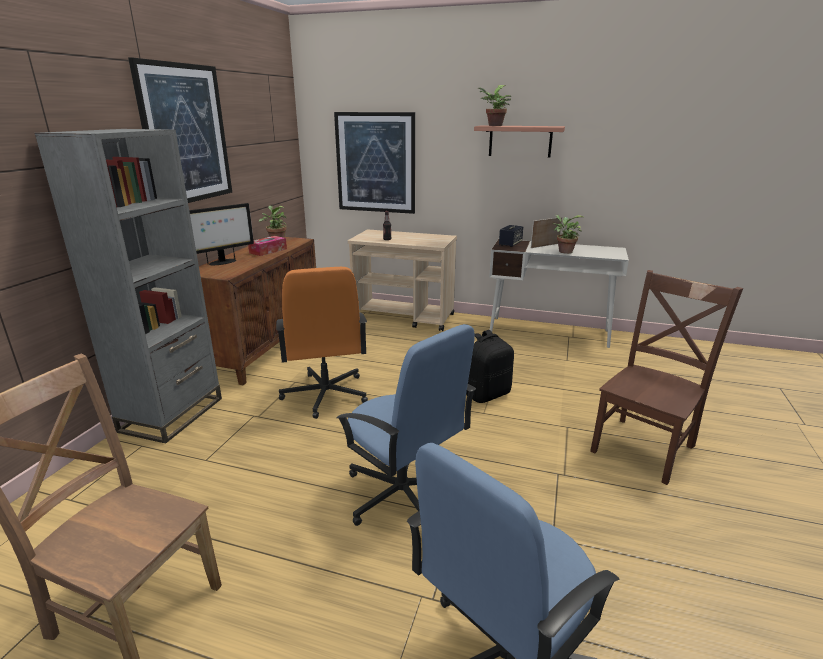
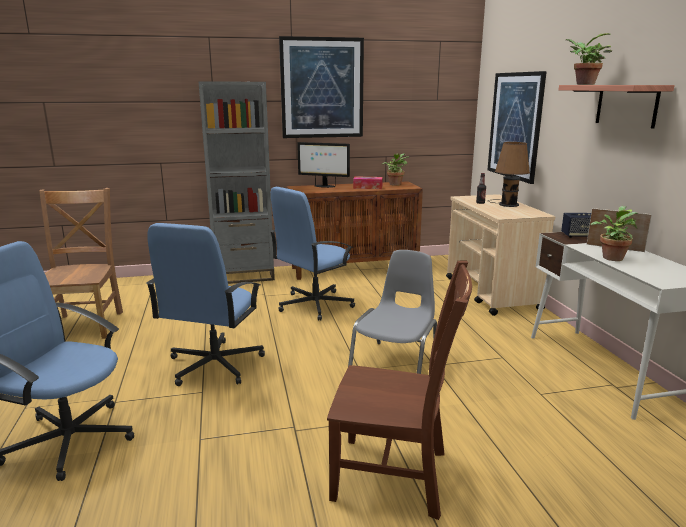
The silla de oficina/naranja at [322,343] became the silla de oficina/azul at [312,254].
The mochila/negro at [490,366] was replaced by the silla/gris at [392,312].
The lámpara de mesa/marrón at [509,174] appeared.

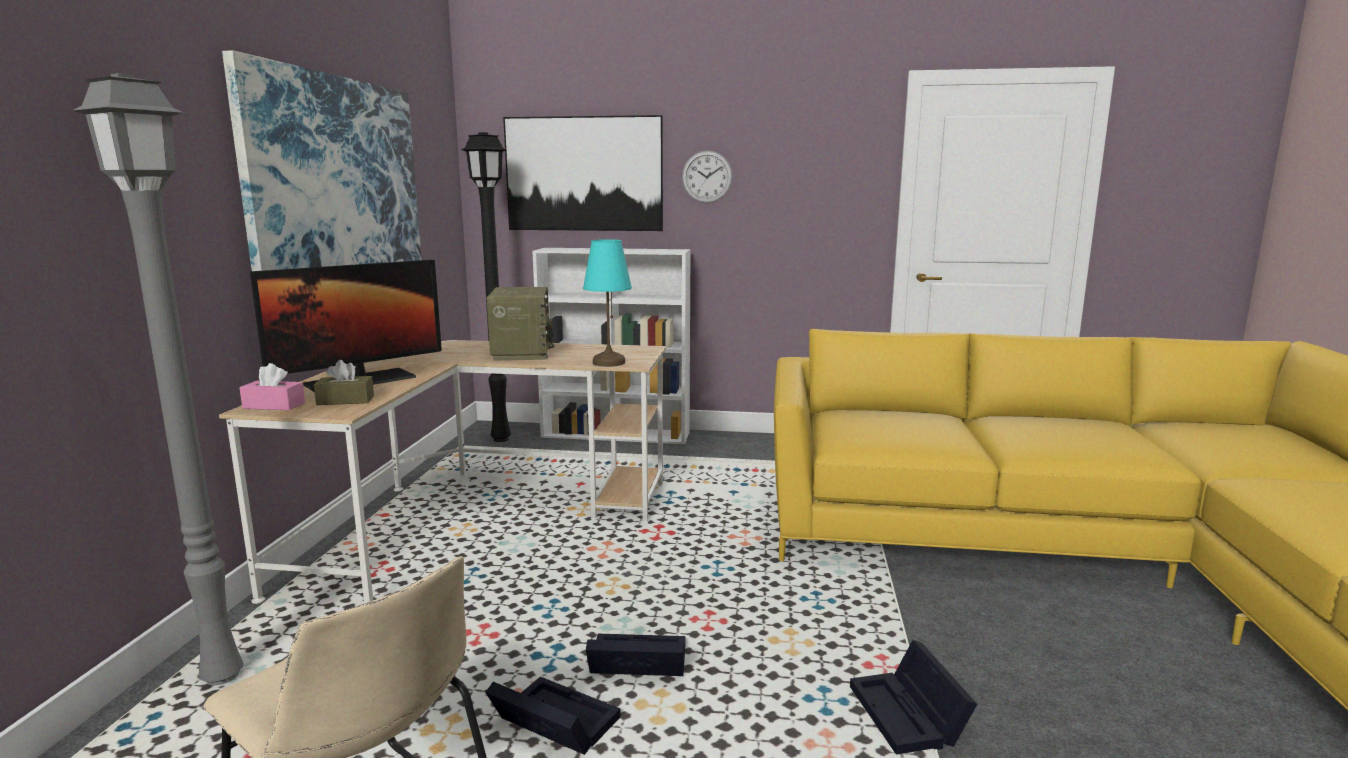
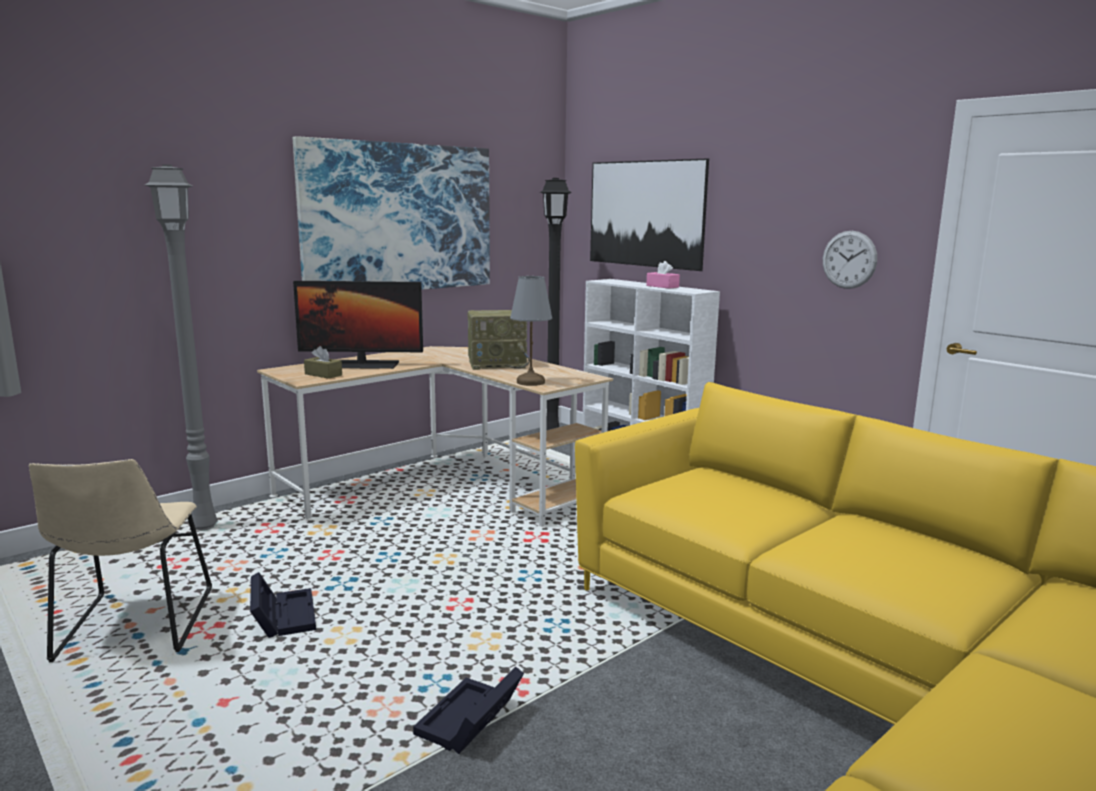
The reloj de pared moved from [707,177] to [850,260].
The lámpara de mesa/turquesa at [607,303] became the lámpara de mesa/gris at [531,331].
The radio at [520,324] turned 45 degrees clockwise.
The caja de pañuelos/rosa moved from [272,386] to [663,275].
The caja de almacenaje/negro at [636,655] disappeared.

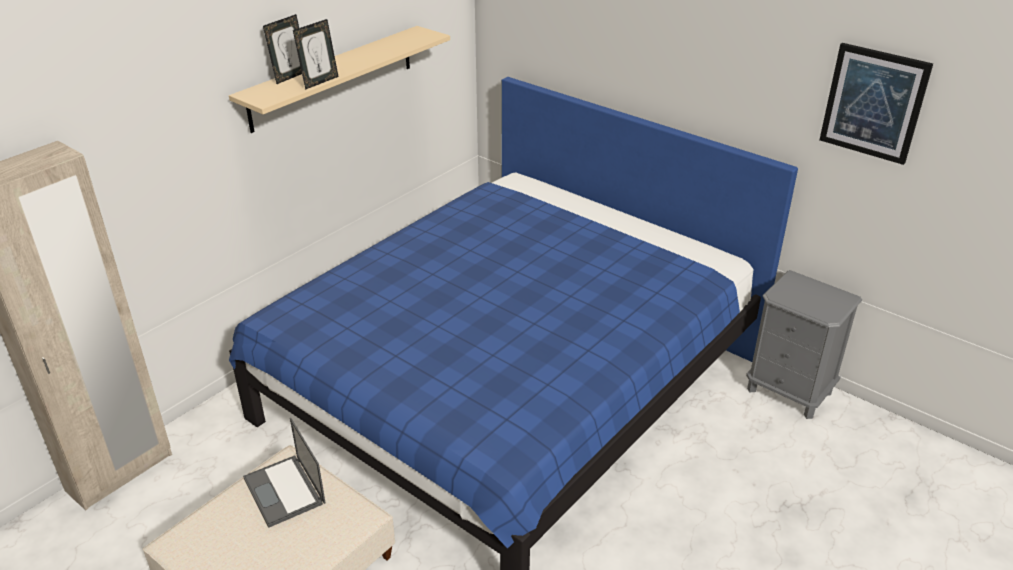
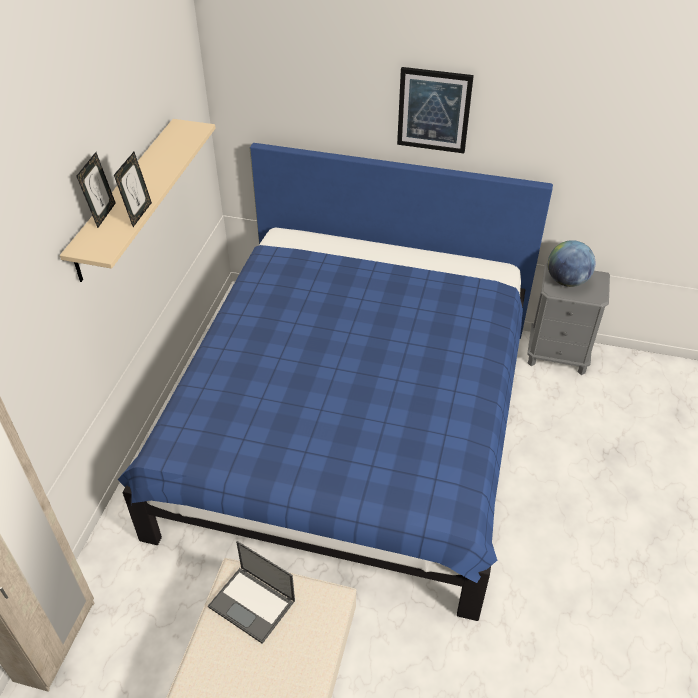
The cuadro moved from [876,104] to [435,110].
The globo terráqueo at [571,263] appeared.

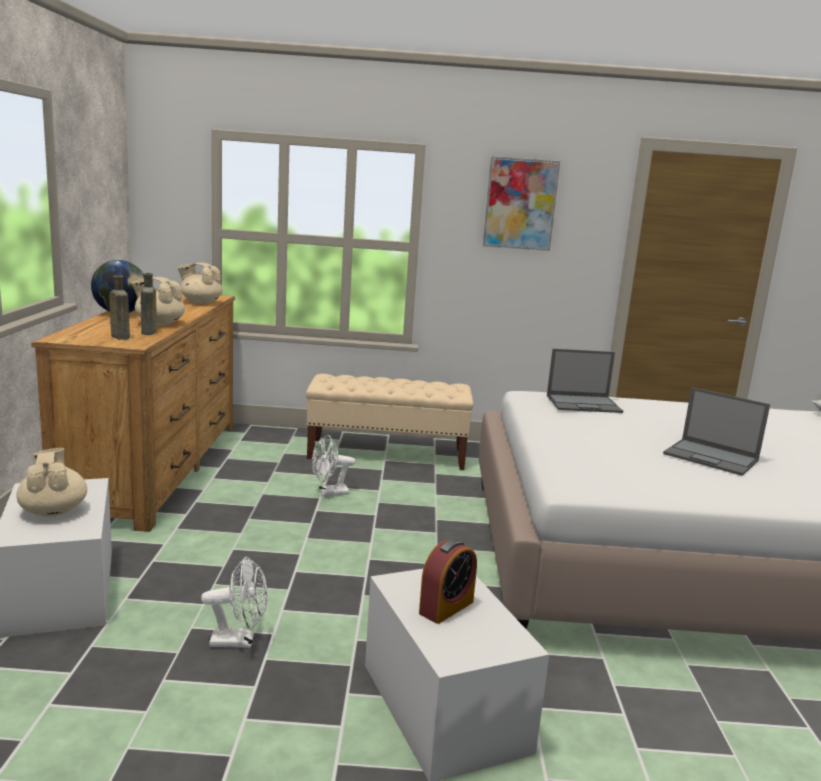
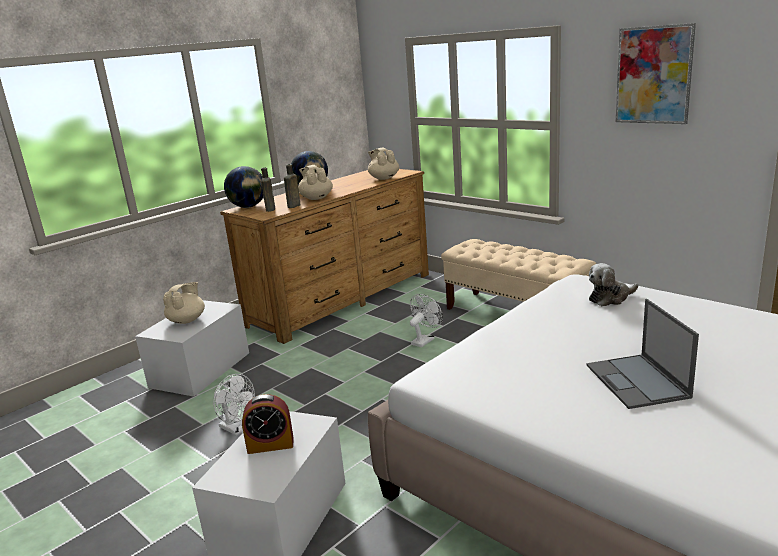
The portátil at [585,381] was replaced by the peluche at [613,284].
The ventilador/blanco at [333,465] turned 105 degrees clockwise.
The globo terráqueo at [244,187] appeared.

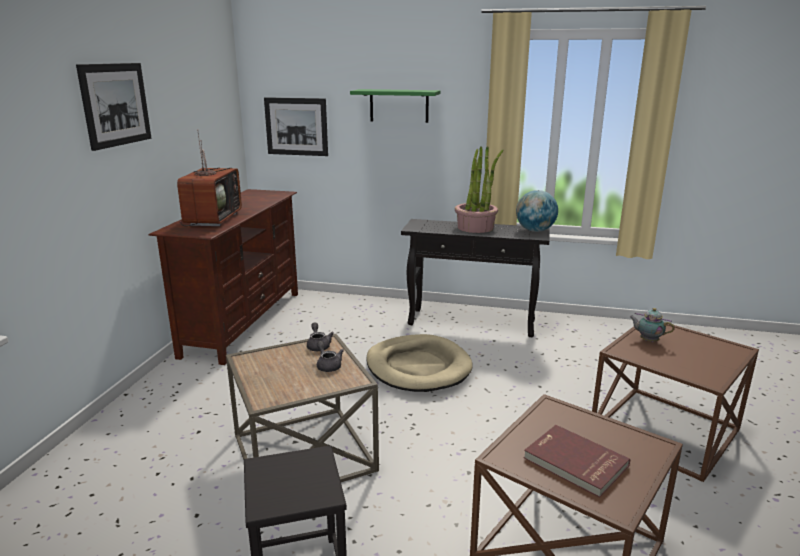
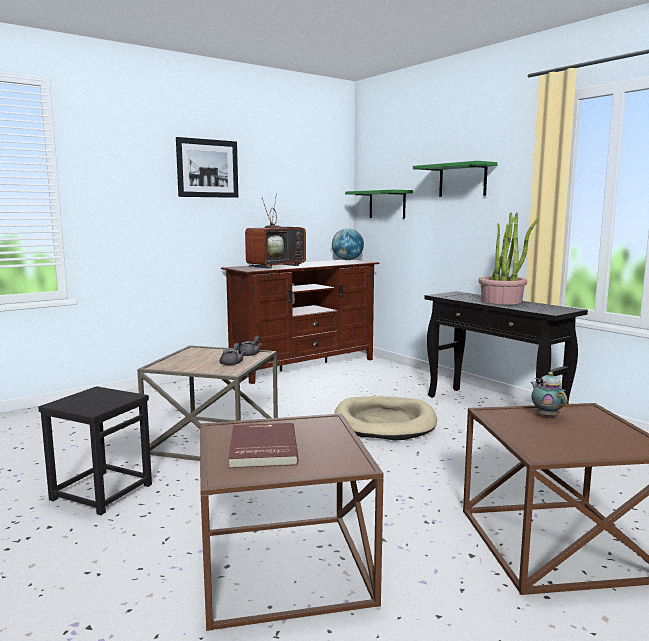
The cuadro at [296,126] was replaced by the estante/verde at [379,204].
The globo terráqueo moved from [537,211] to [348,244].

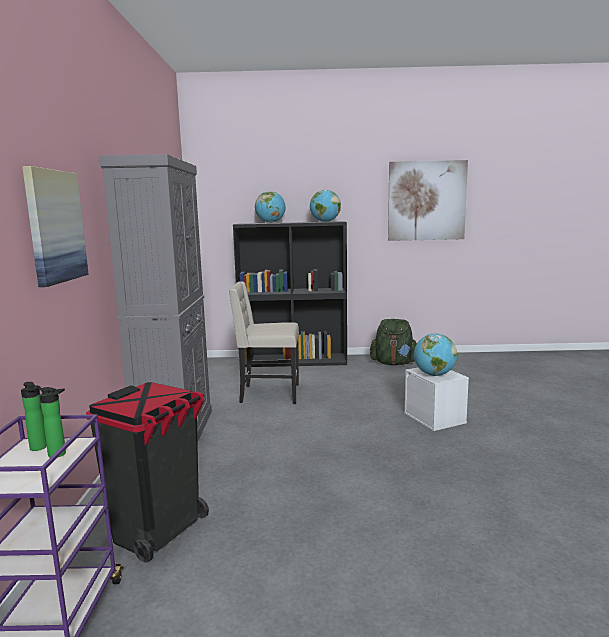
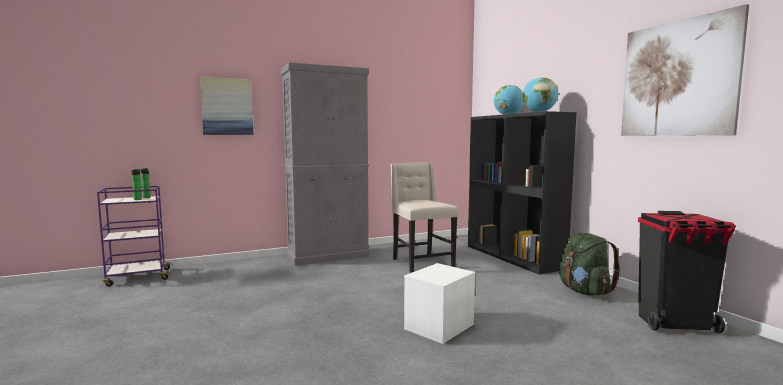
The globo terráqueo at [435,355] disappeared.
The papelera/negro moved from [147,472] to [687,272].

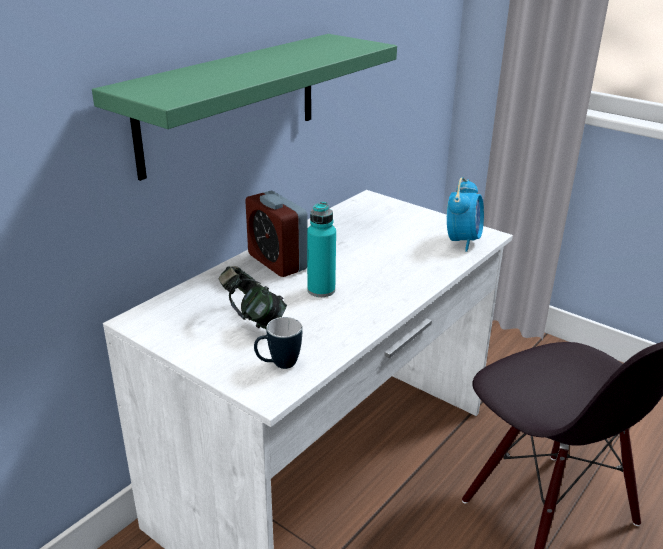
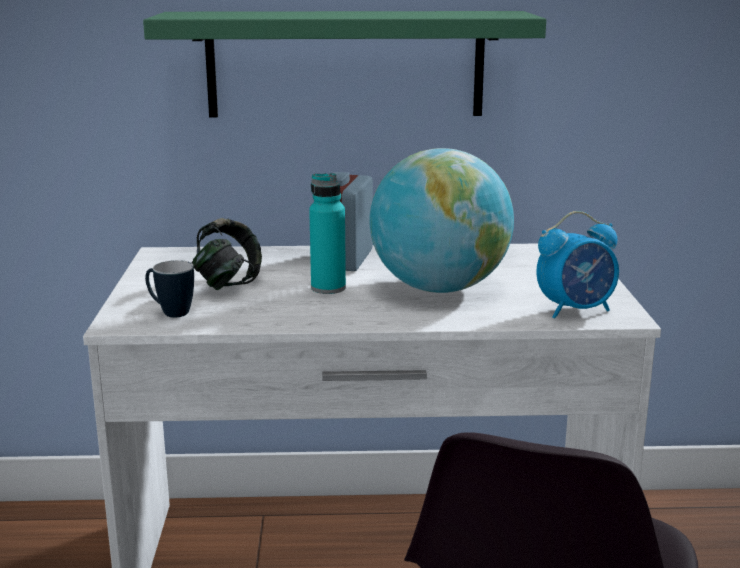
The globo terráqueo at [441,220] appeared.

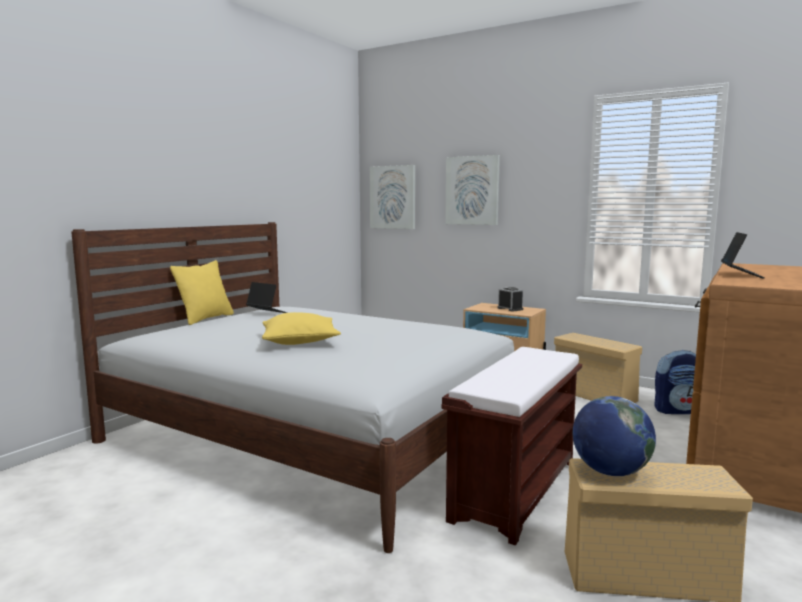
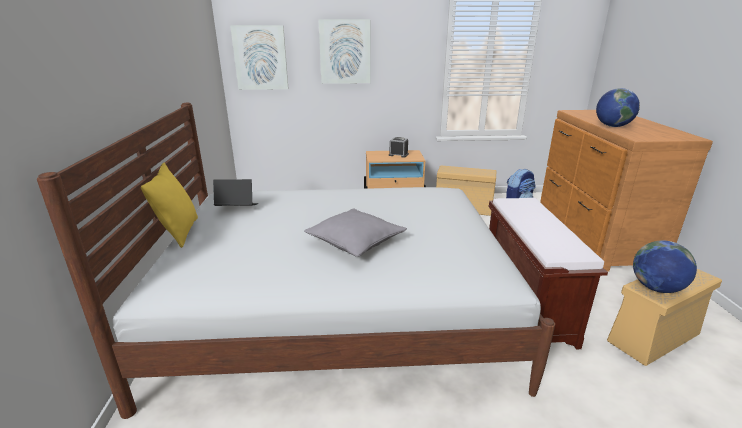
The portátil at [743,255] was replaced by the globo terráqueo at [618,107].
The cojín/amarillo at [301,328] became the cojín/gris at [355,232].

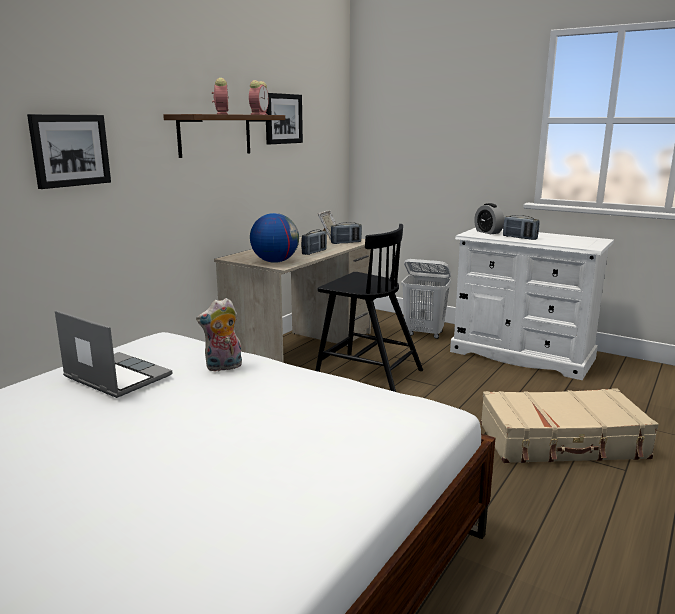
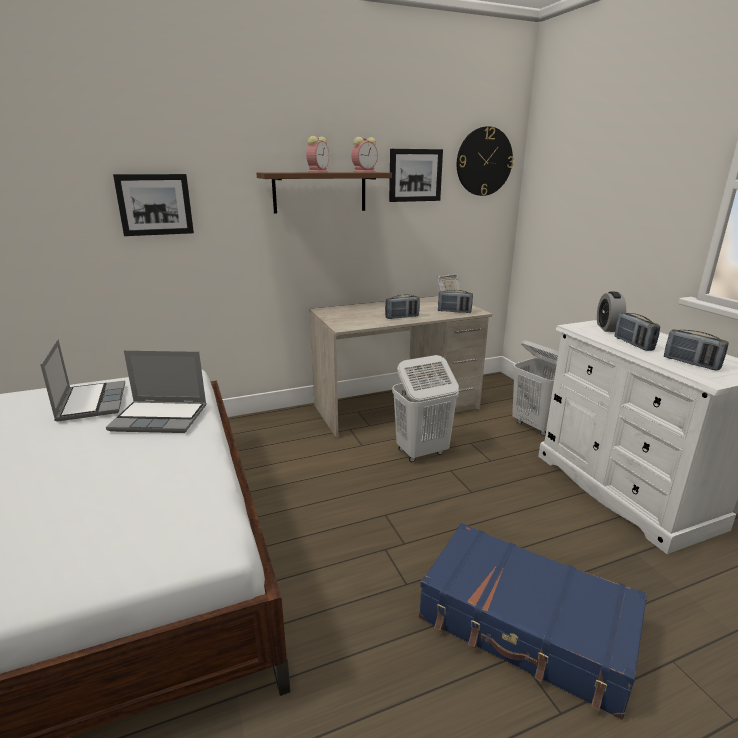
The globo terráqueo at [274,238] disappeared.
The silla/negro at [369,308] was replaced by the cesto de la ropa/blanco at [425,408].
The peluche at [219,334] was replaced by the portátil at [156,391].
The maleta/beis at [570,425] became the maleta/azul at [533,621].
The reloj de pared at [485,161] appeared.
The radio at [696,350] appeared.

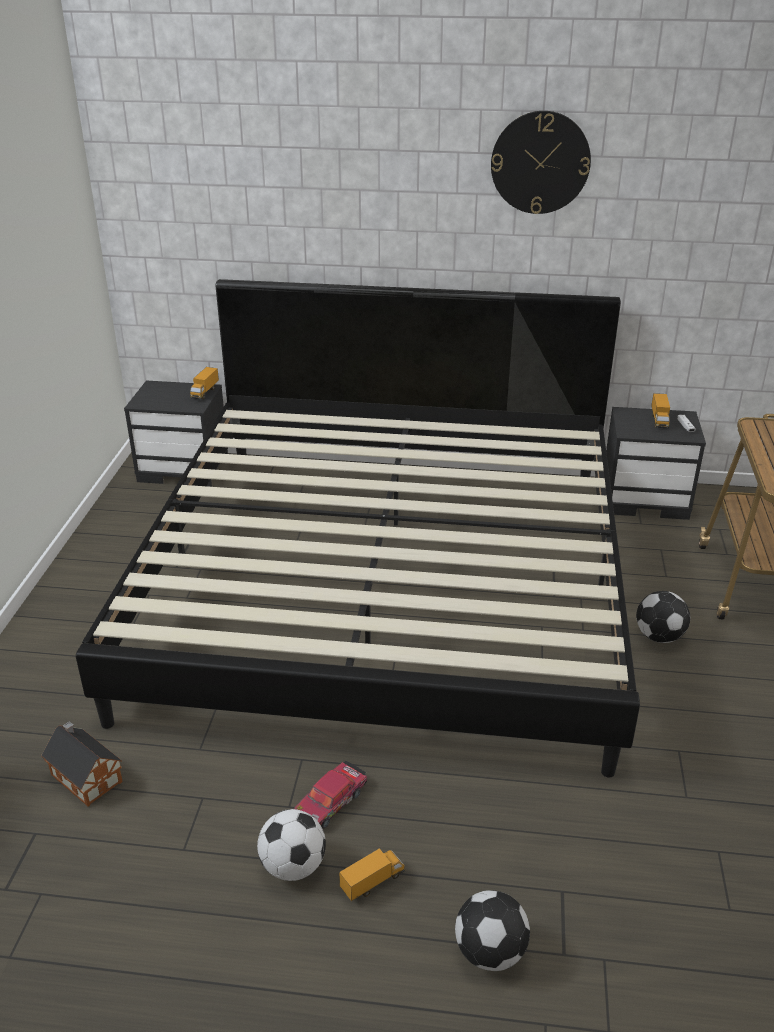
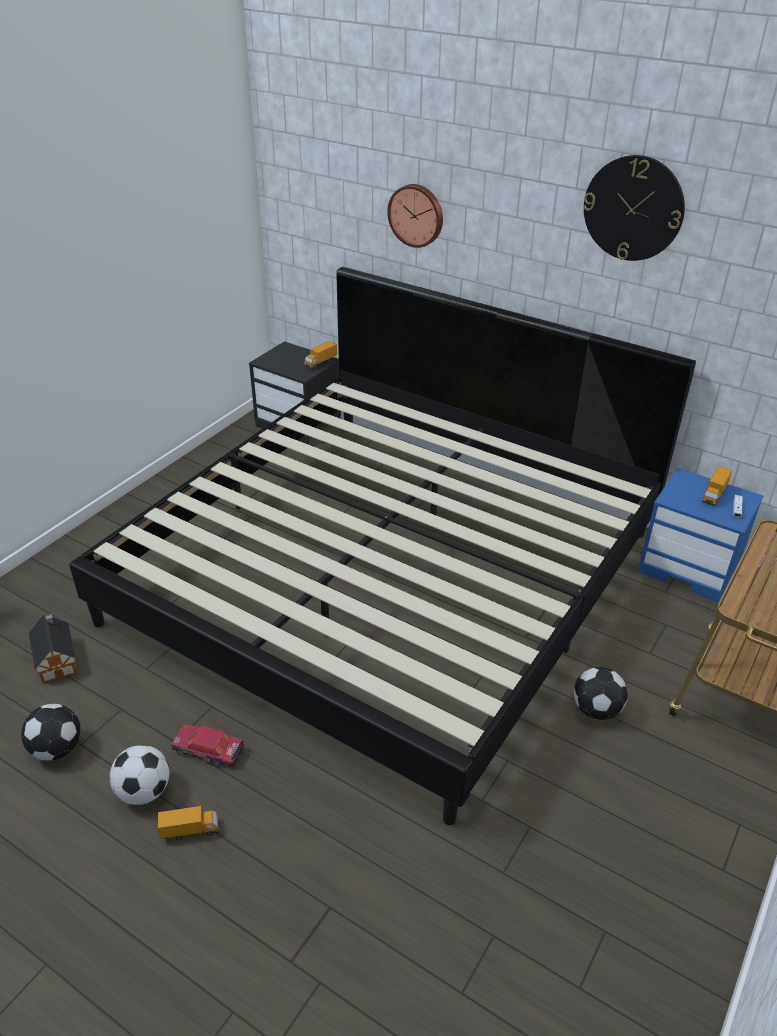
The mesita de noche/negro at [656,463] became the mesita de noche/azul at [700,535].
The coche de juguete at [330,794] turned 45 degrees clockwise.
The balón de fútbol moved from [492,930] to [51,732].
The reloj de pared at [415,216] appeared.

